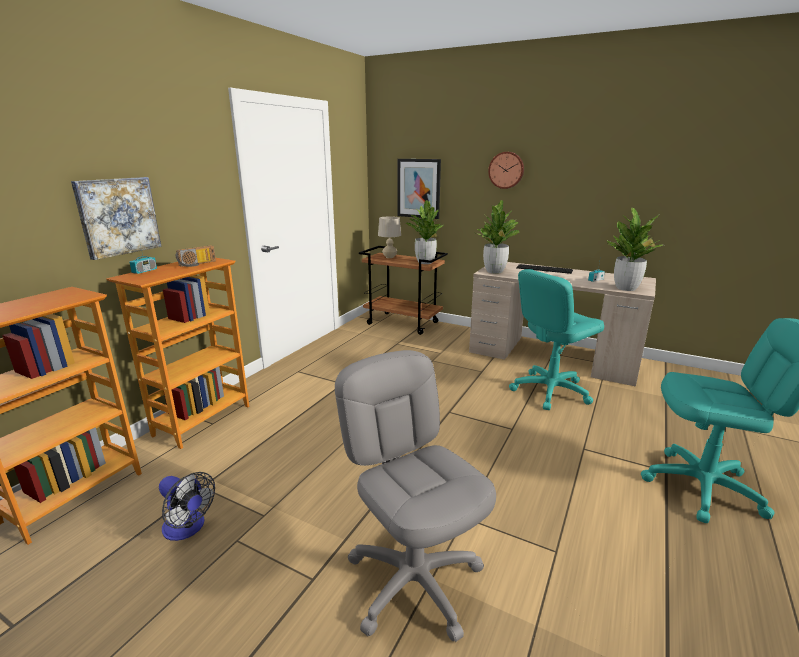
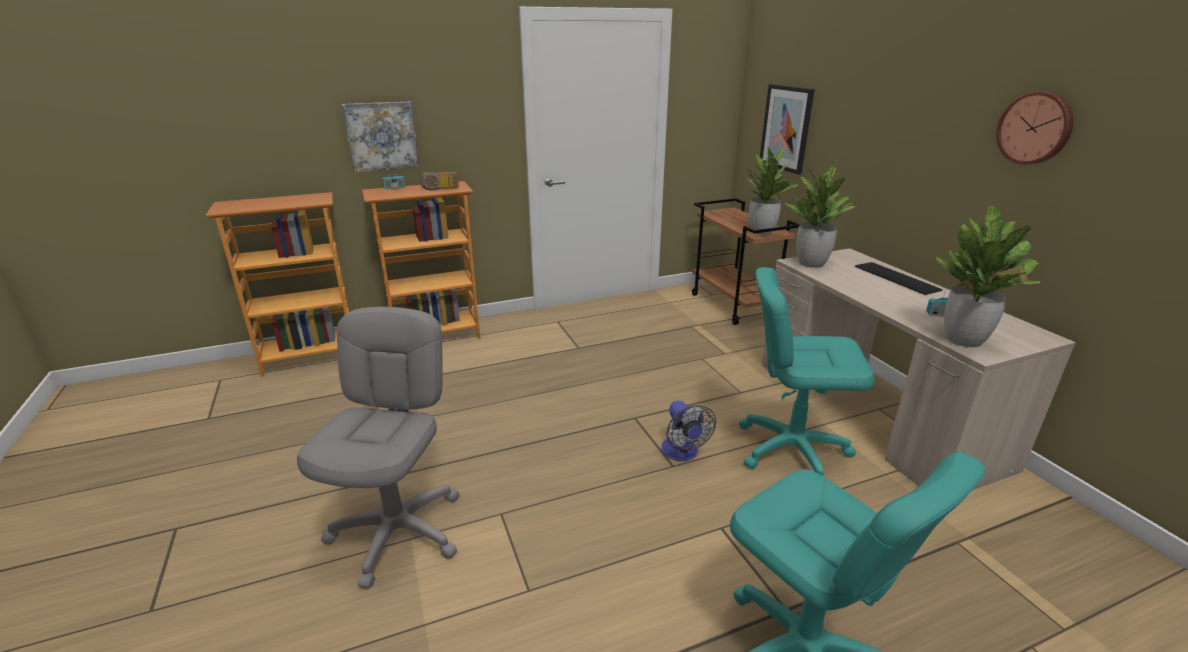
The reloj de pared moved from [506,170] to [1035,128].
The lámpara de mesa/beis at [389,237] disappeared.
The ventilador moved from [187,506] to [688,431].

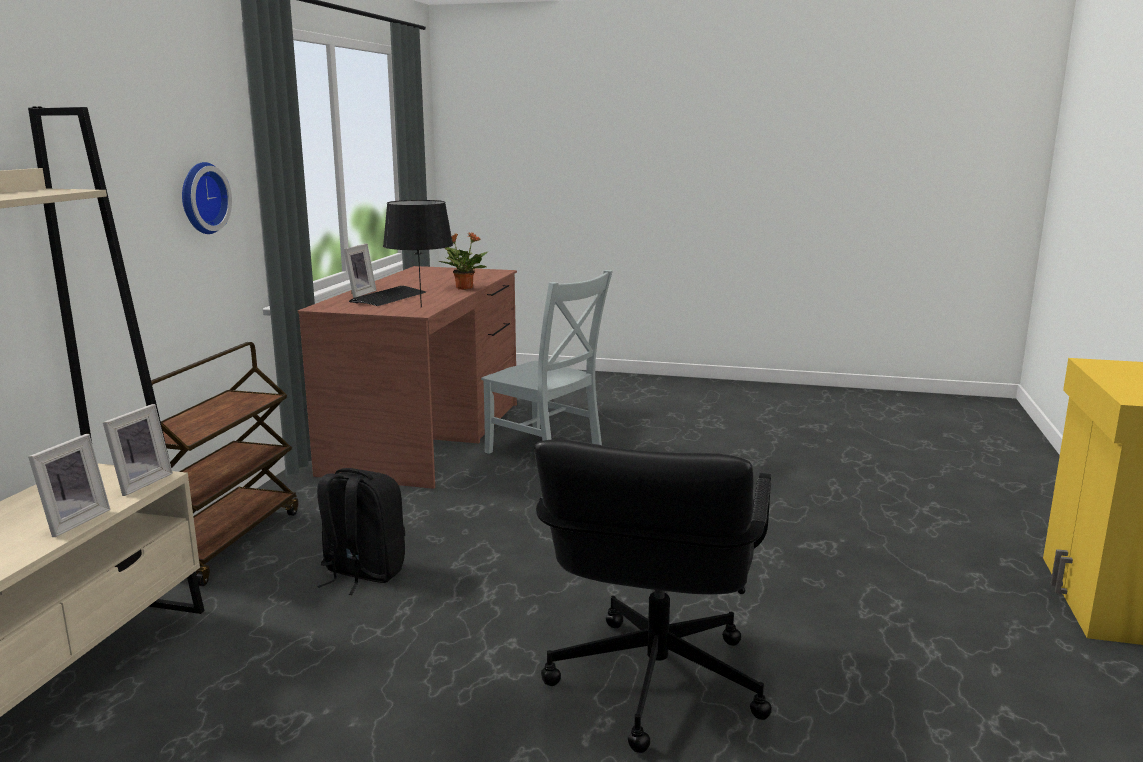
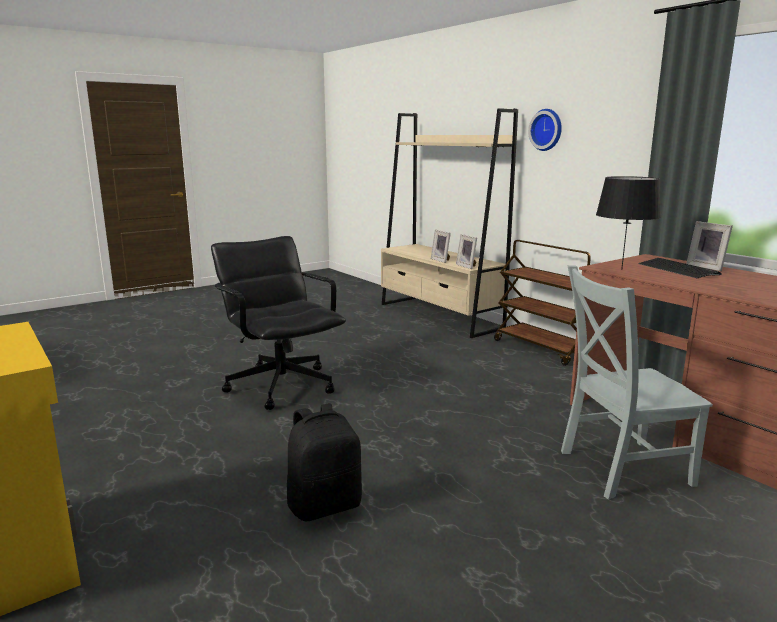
The reloj de pared moved from [207,198] to [545,130].
The planta en maceta at [463,261] disappeared.
The mochila/negro moved from [361,531] to [324,462].

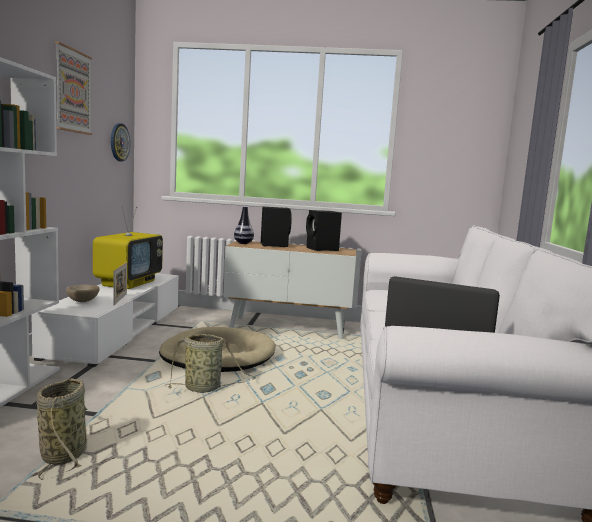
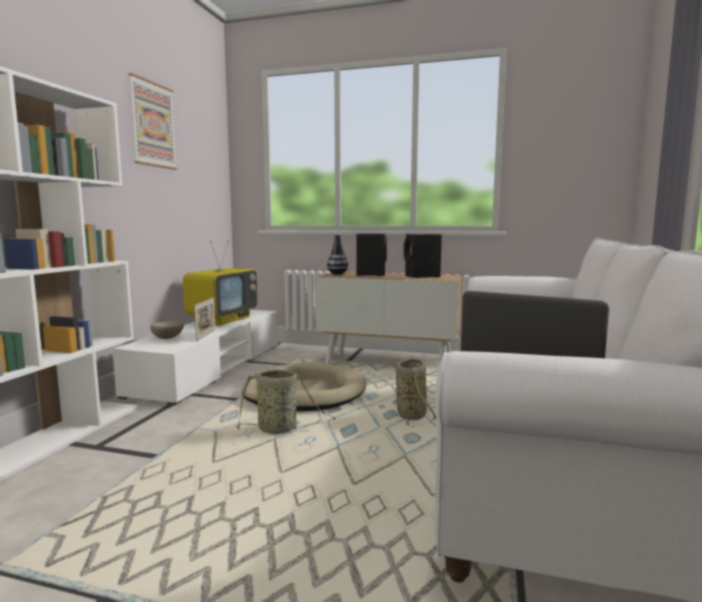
The reloj de pared at [120,142] disappeared.
The cesta moved from [62,429] to [416,392].

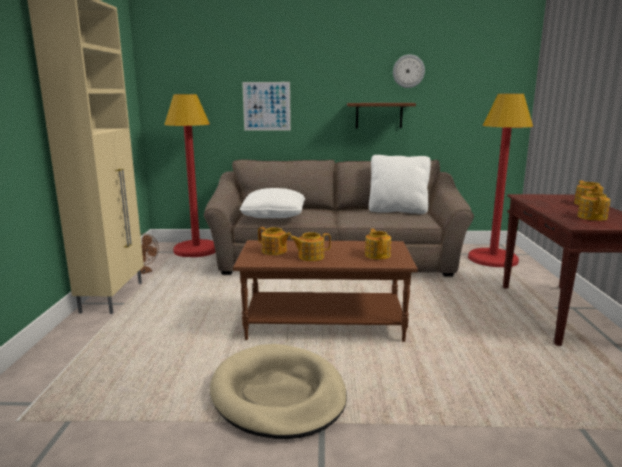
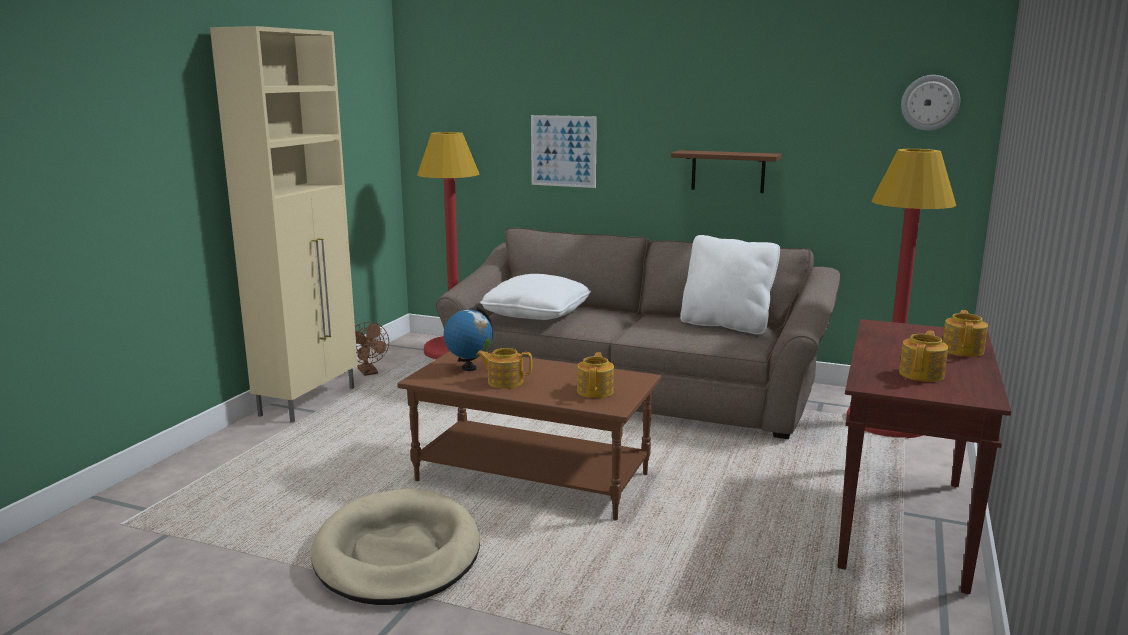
The reloj de pared moved from [409,71] to [930,103].
The tetera at [274,241] was replaced by the globo terráqueo at [468,339].

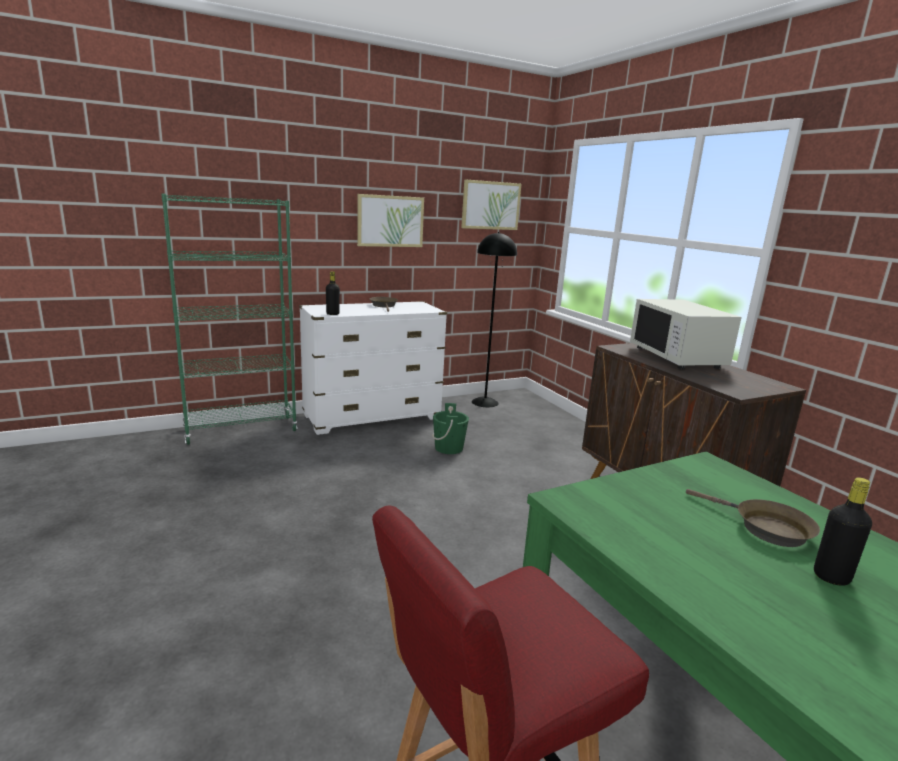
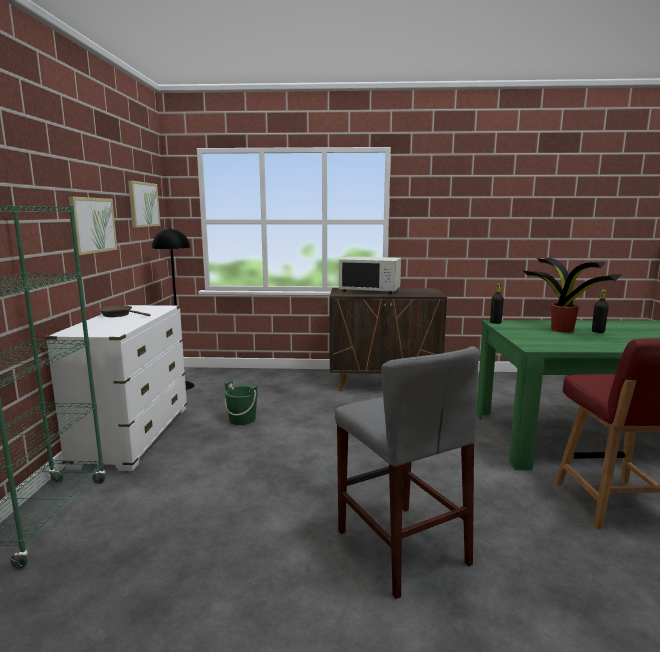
The botella/negro moved from [333,293] to [497,304].
The sartén/marrón at [753,518] was replaced by the planta en maceta at [573,295].
The taburete/gris at [407,472] appeared.

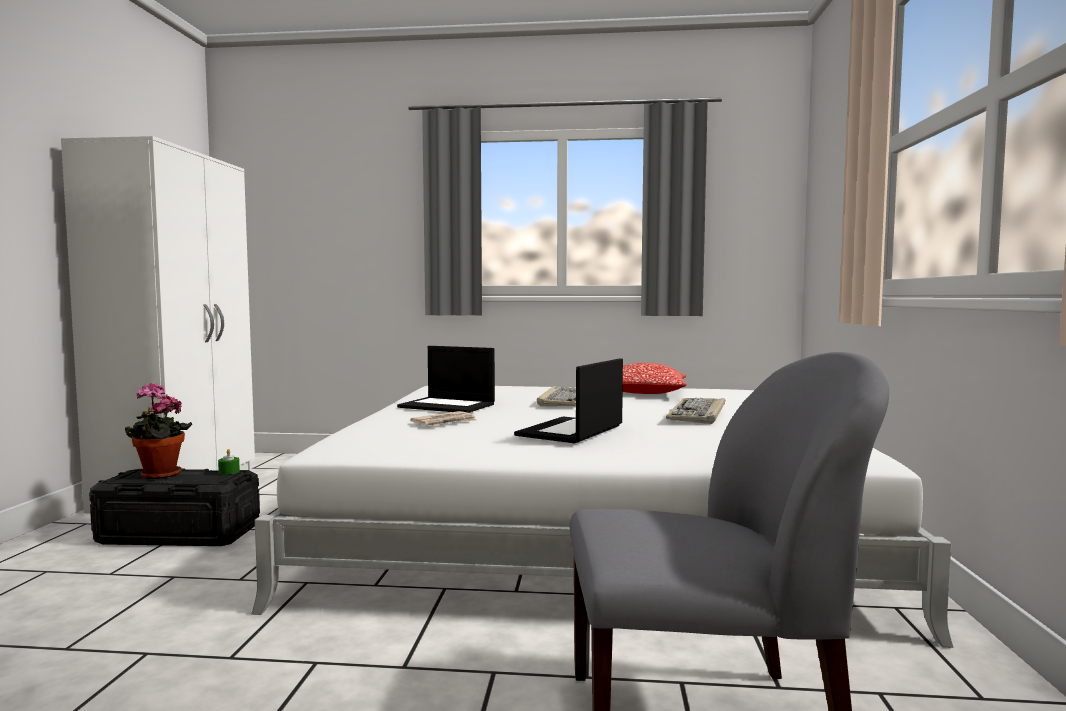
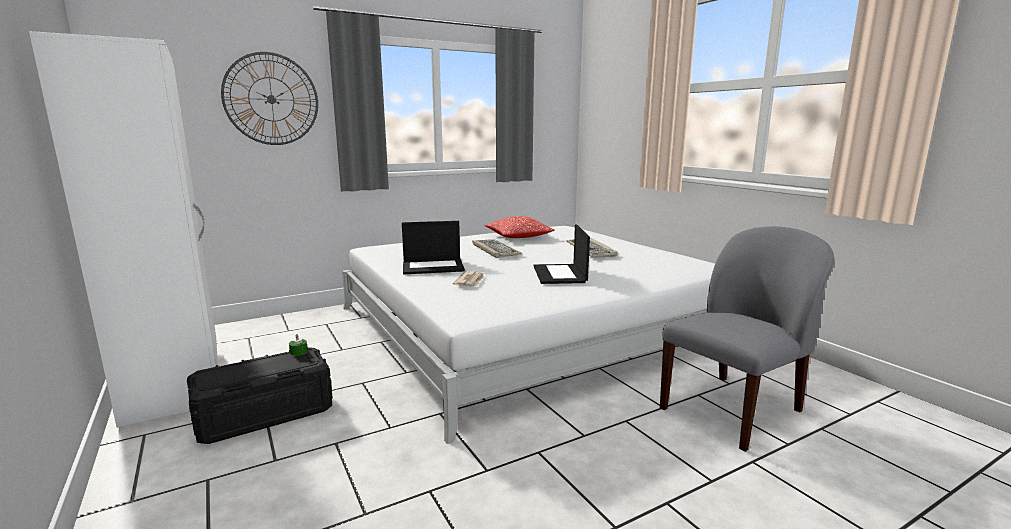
The planta en maceta at [158,430] disappeared.
The reloj de pared at [269,98] appeared.

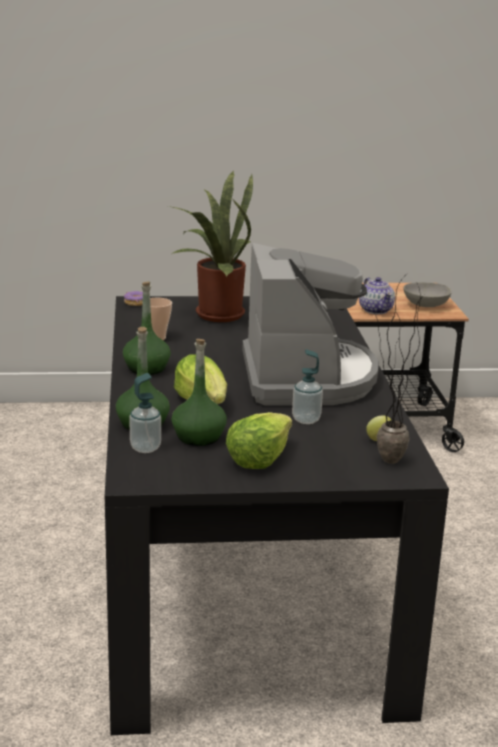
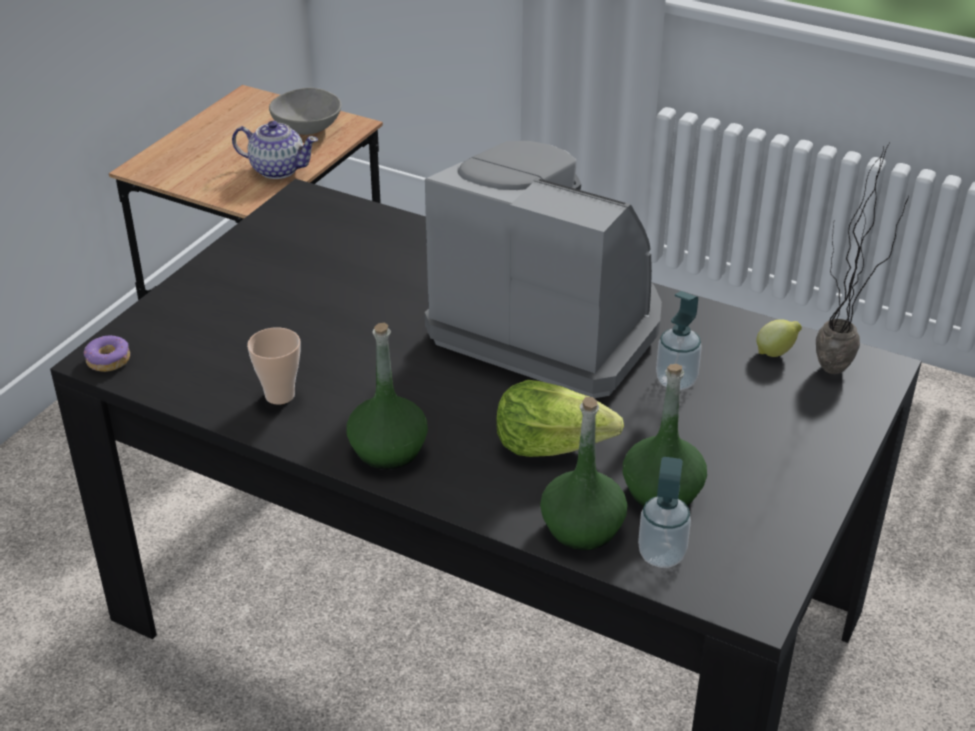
The planta en maceta at [210,246] disappeared.
The lechuga at [259,440] disappeared.

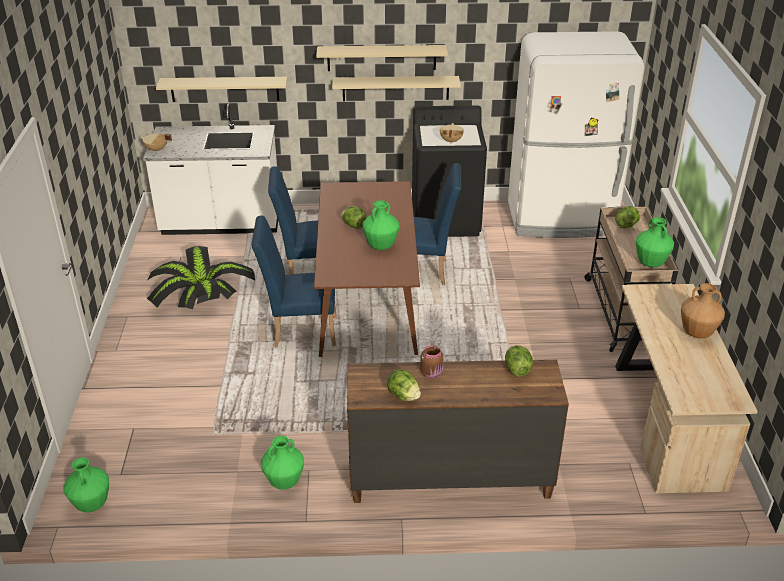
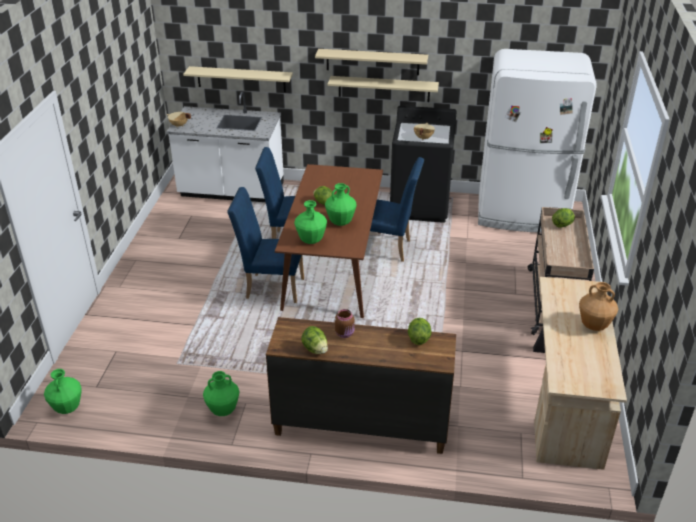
The florero/verde moved from [655,242] to [310,222].
The planta en maceta at [201,277] disappeared.

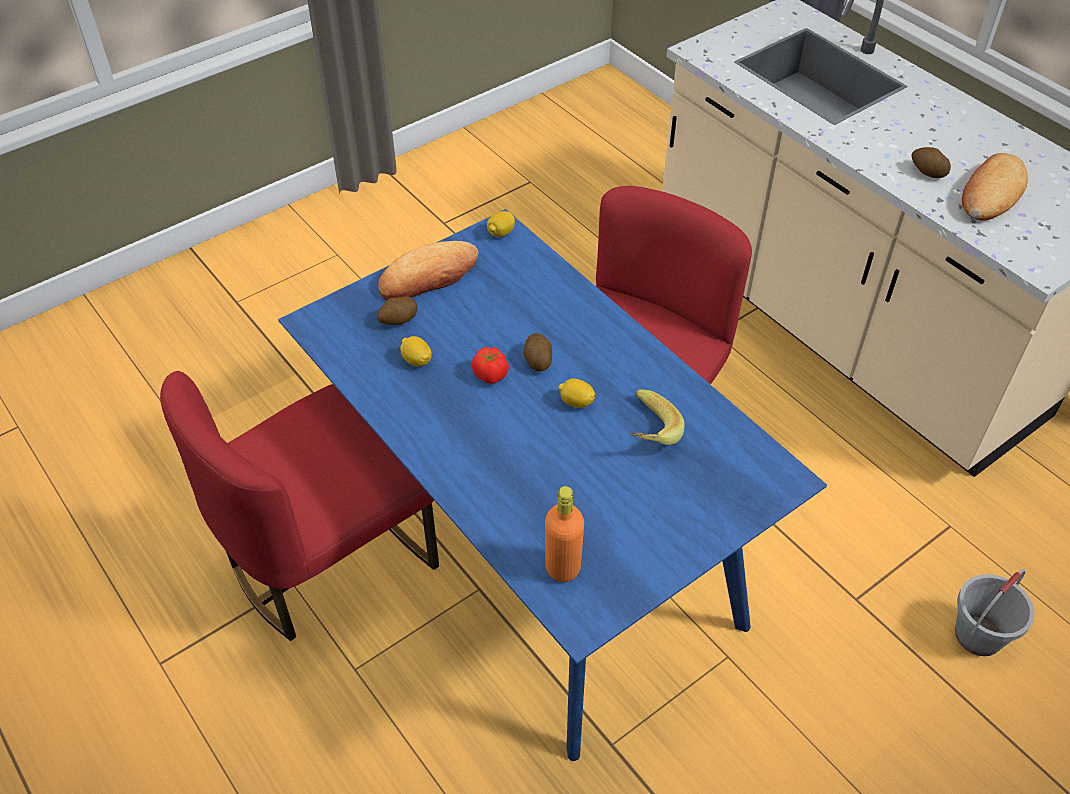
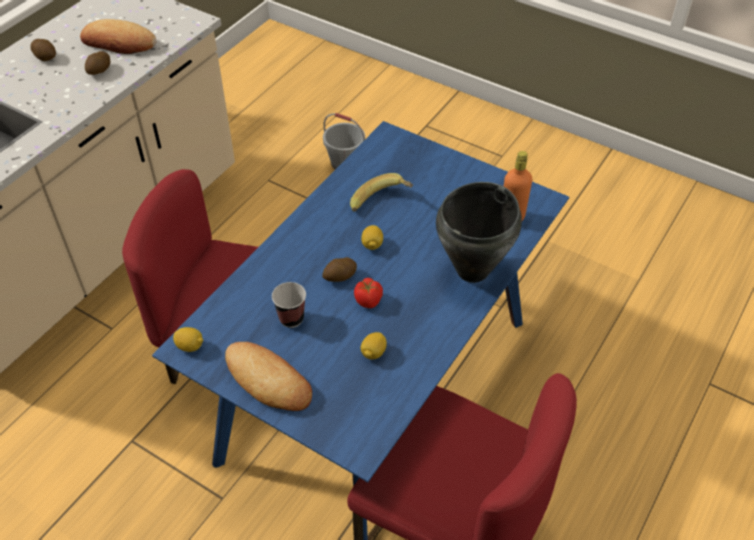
The patata moved from [397,310] to [43,50].
The olla/negro at [479,232] appeared.
The taza at [289,305] appeared.

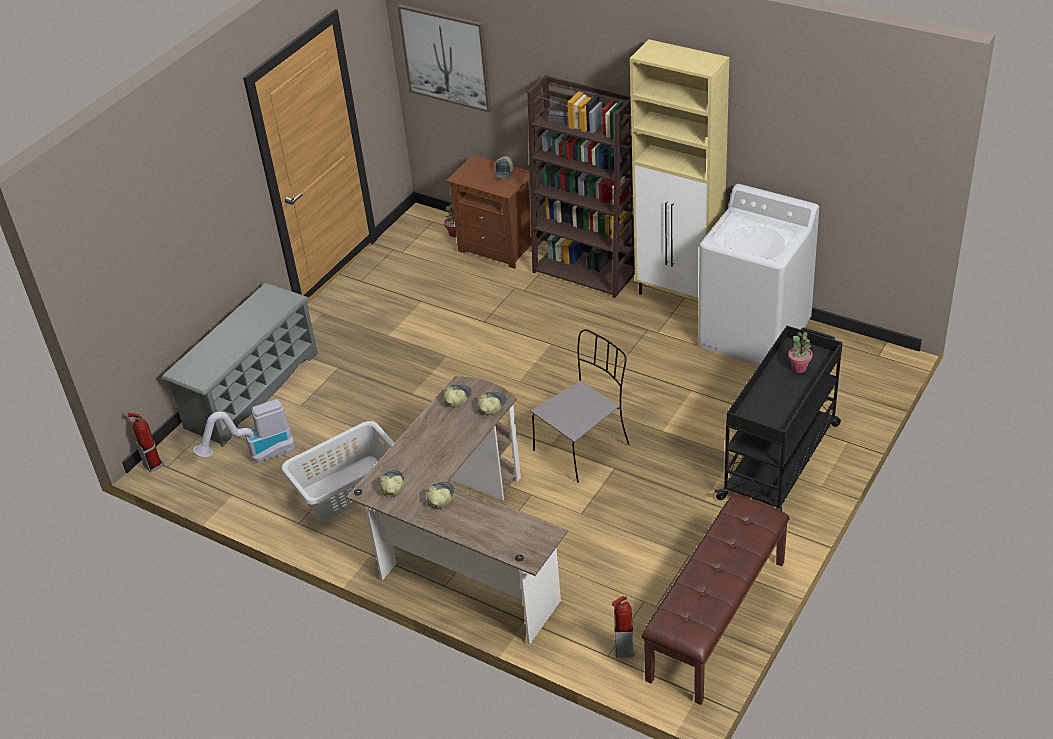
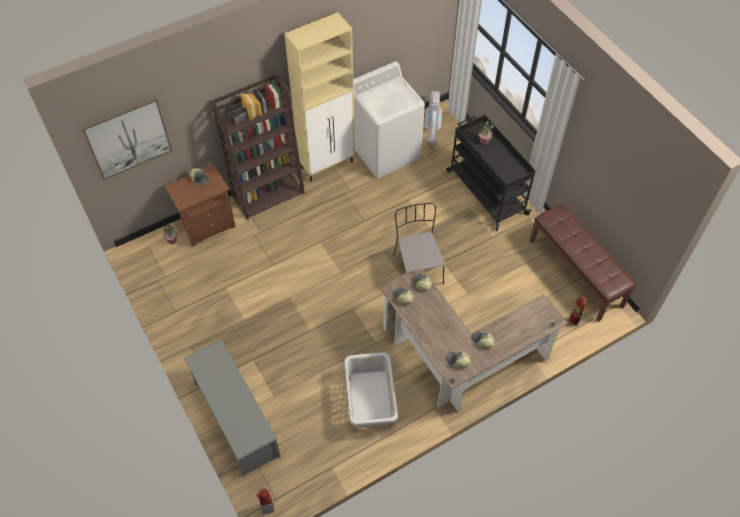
The aspiradora moved from [244,431] to [433,116].

